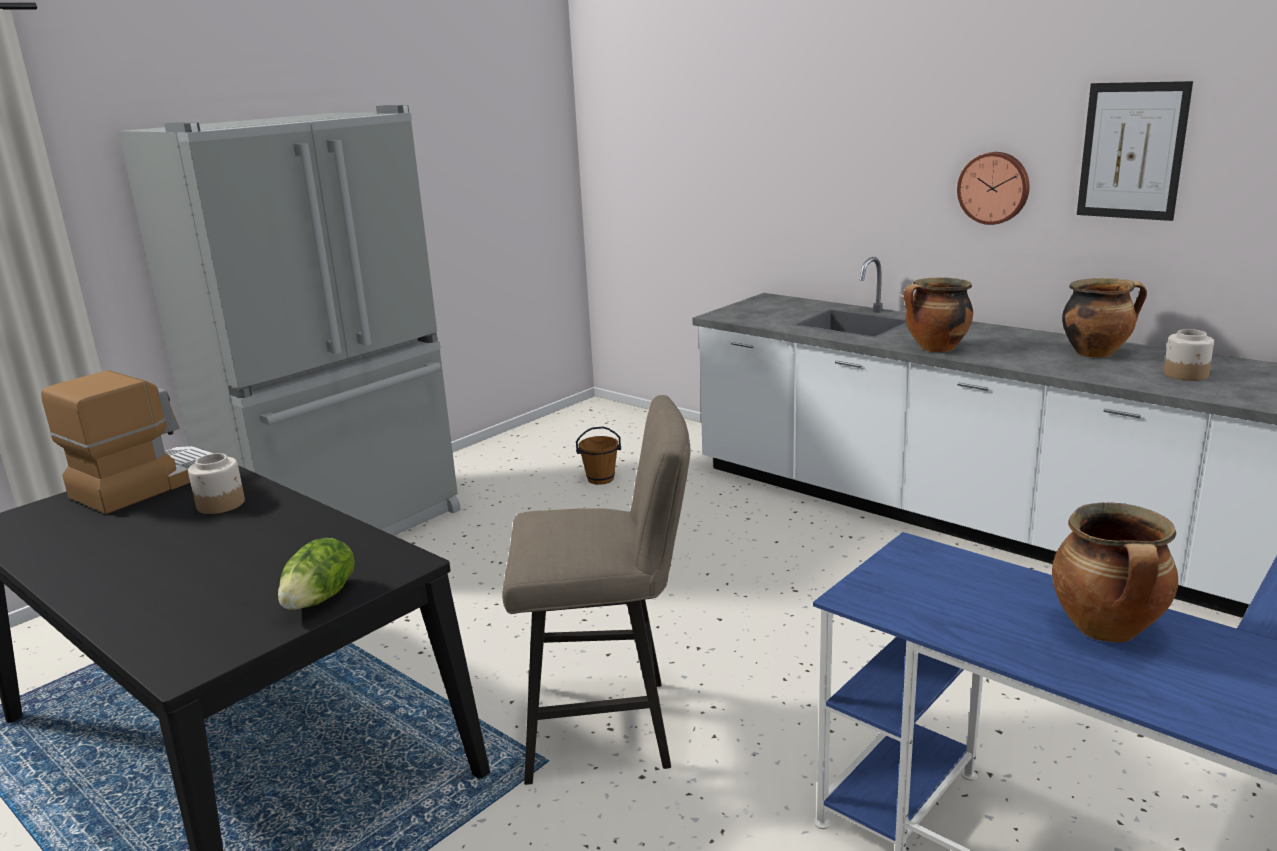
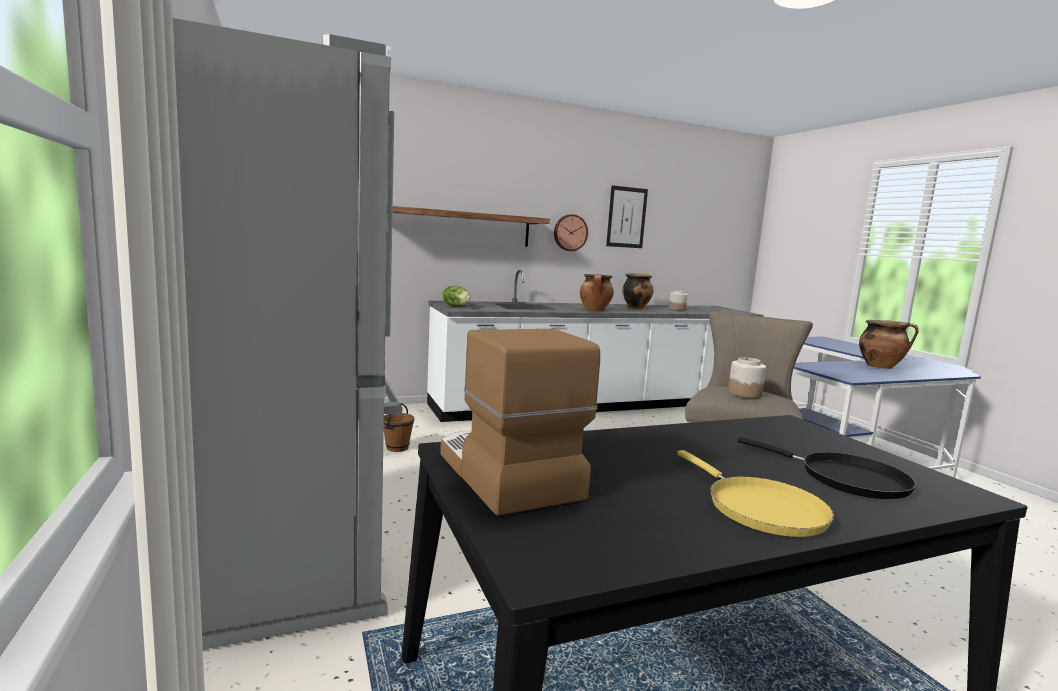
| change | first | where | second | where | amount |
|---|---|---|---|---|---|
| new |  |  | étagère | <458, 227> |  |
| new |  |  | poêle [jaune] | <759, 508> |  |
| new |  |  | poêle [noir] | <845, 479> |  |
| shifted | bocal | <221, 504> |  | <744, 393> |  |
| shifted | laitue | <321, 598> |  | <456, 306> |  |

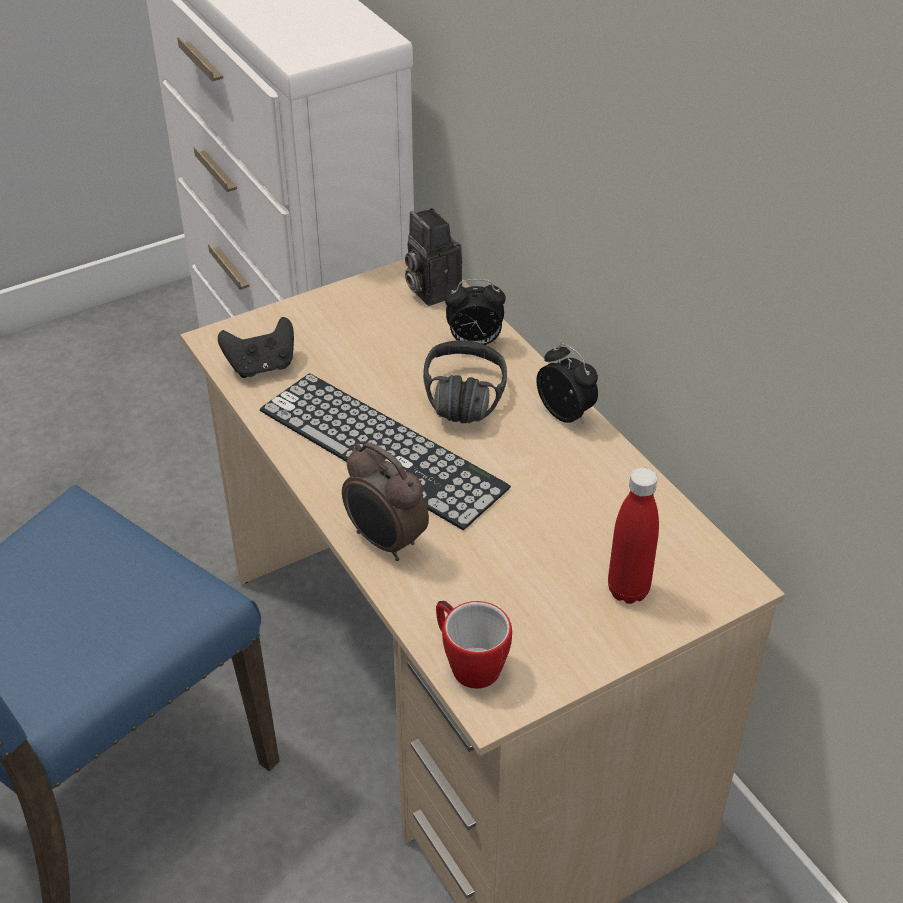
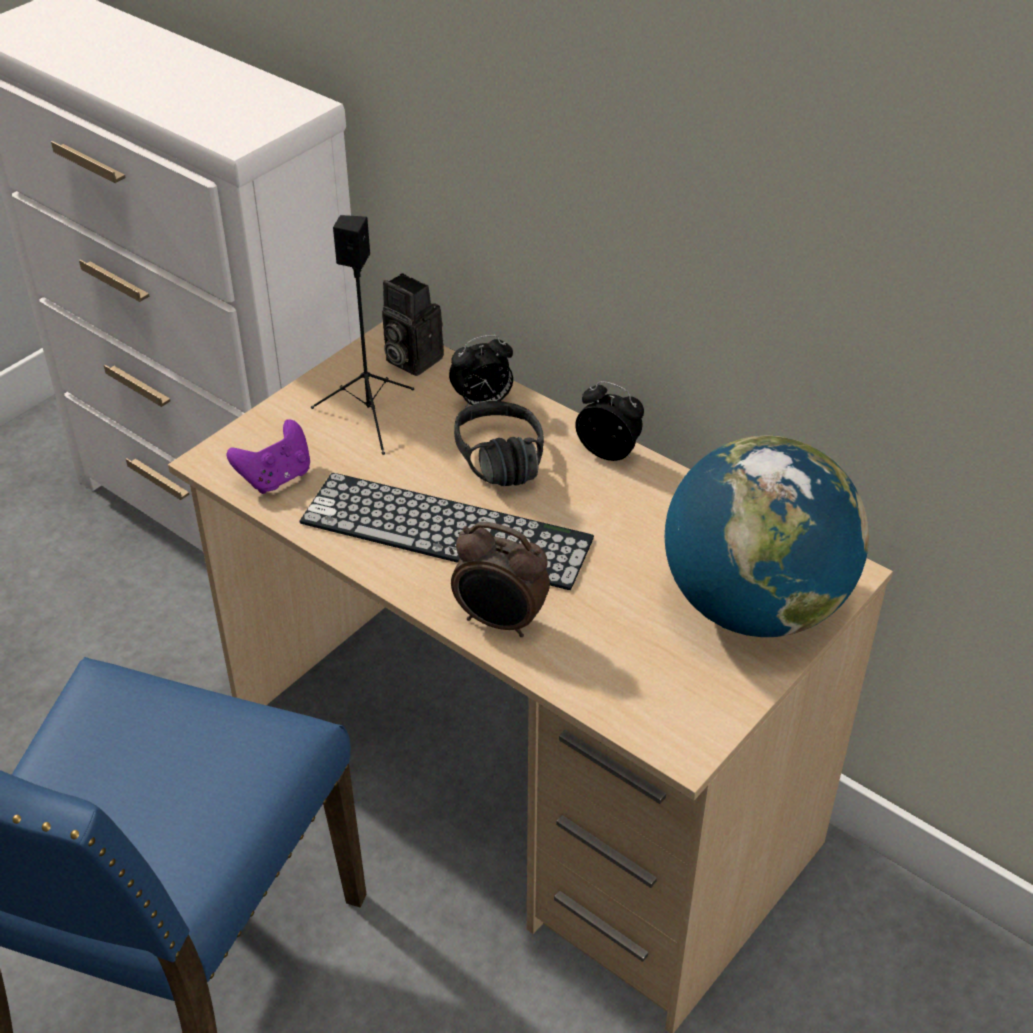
| change | first | where | second | where | amount |
|---|---|---|---|---|---|
| gone | mug | <468, 663> |  |  |  |
| new |  |  | enceinte [noir] | <370, 415> |  |
| swapped | bouteille [rouge] | <628, 590> | globe | <754, 606> |  |
| repainted | manette [noir] | <261, 366> | manette [violet] | <276, 477> |  |

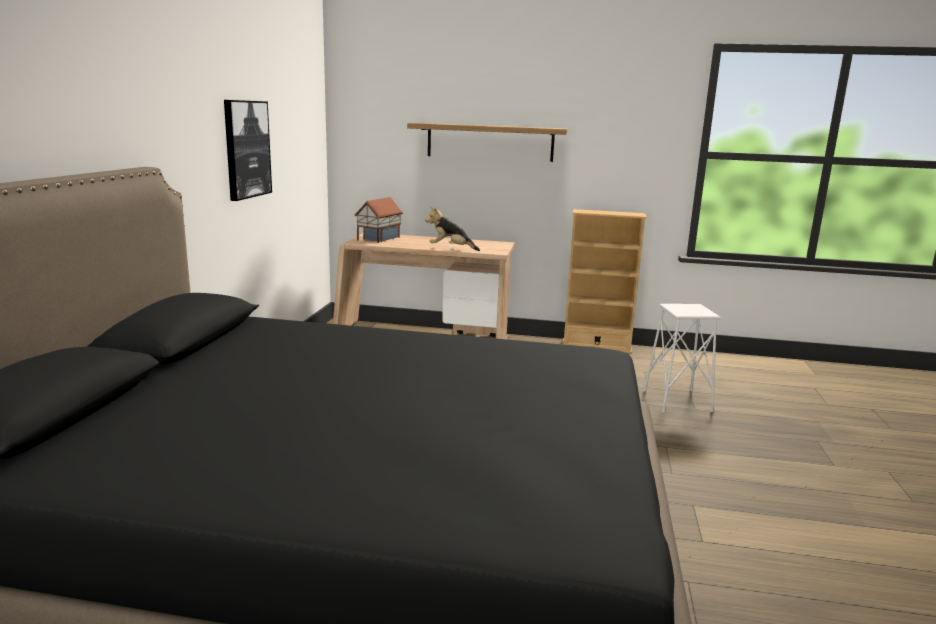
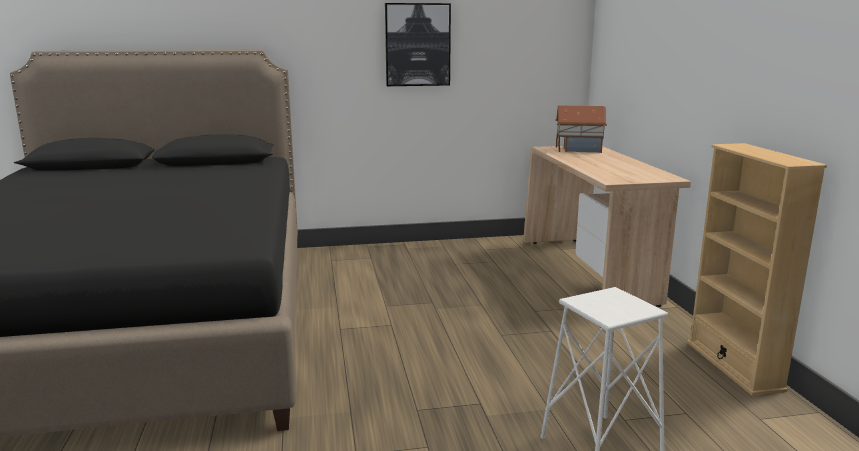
| change | first | where | second | where | amount |
|---|---|---|---|---|---|
| gone | étagère | <490, 142> |  |  |  |
| gone | peluche | <450, 249> |  |  |  |

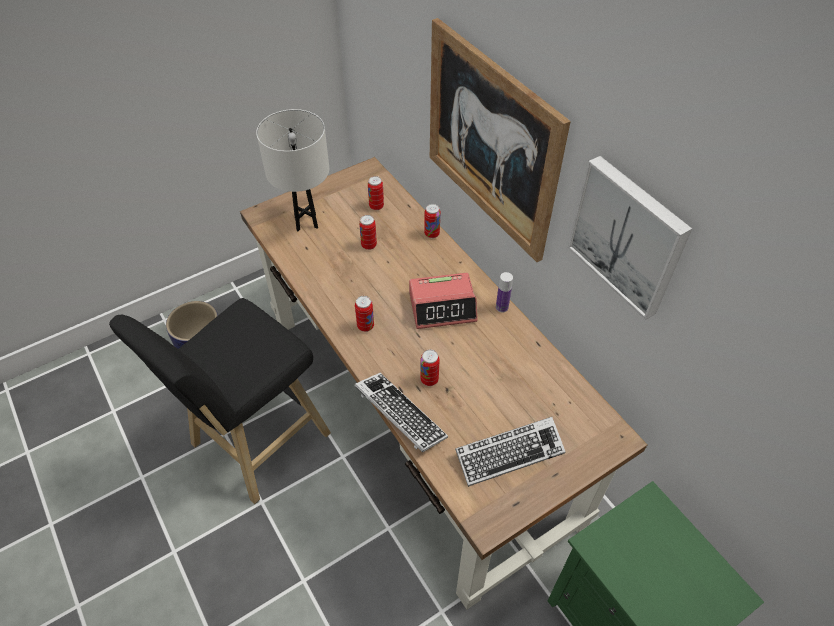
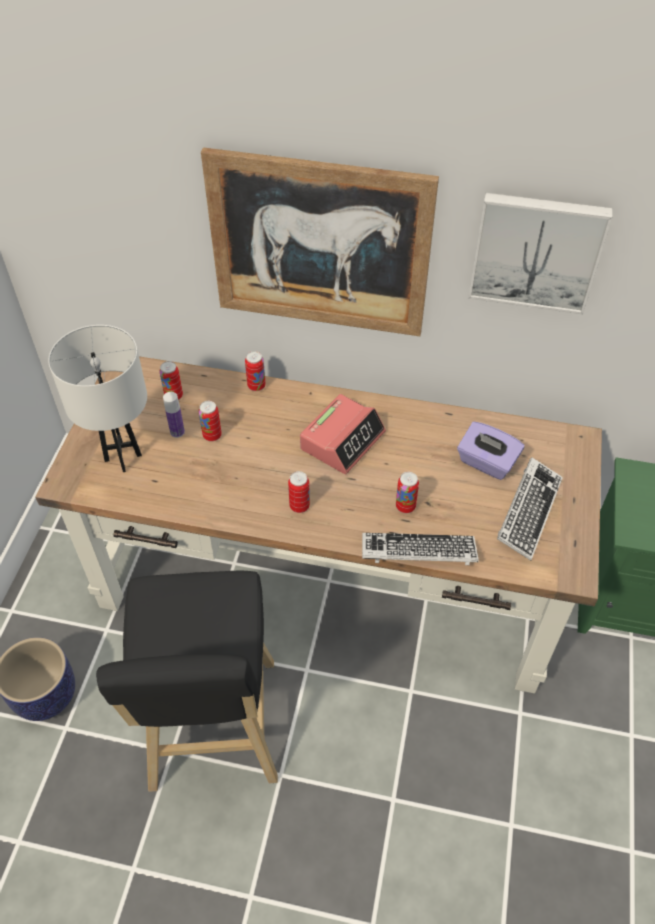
| change | first | where | second | where | amount |
|---|---|---|---|---|---|
| new |  |  | boîte à mouchoirs [violet] | <486, 463> |  |
| shifted | bouteille | <502, 307> |  | <177, 432> |  |

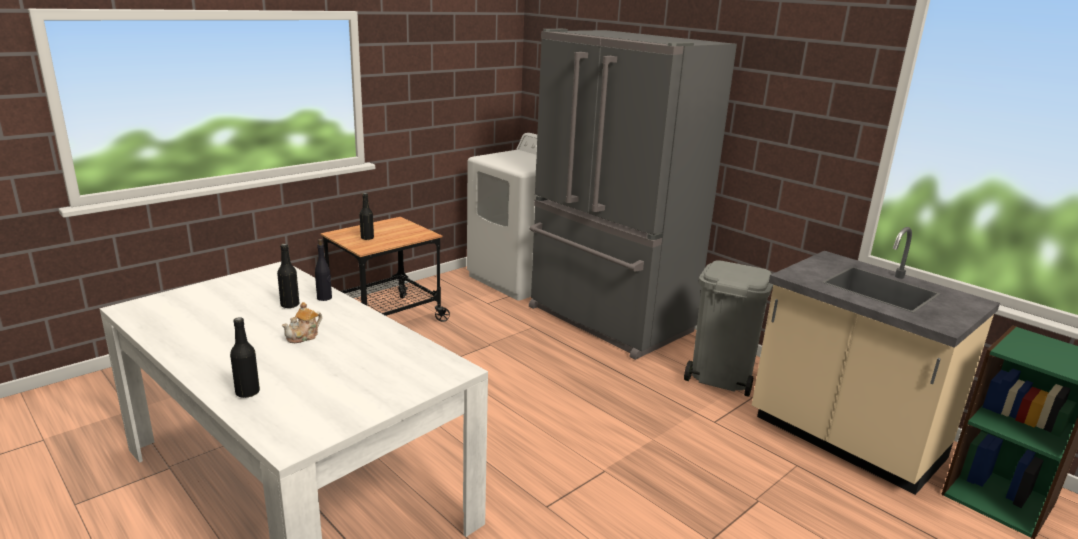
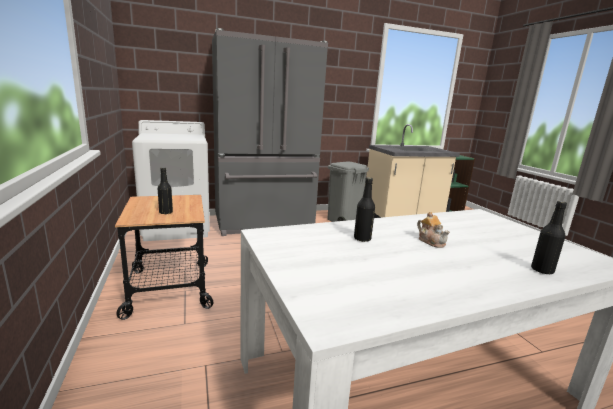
| change | first | where | second | where | amount |
|---|---|---|---|---|---|
| gone | bouteille [noir] | <324, 298> |  |  |  |

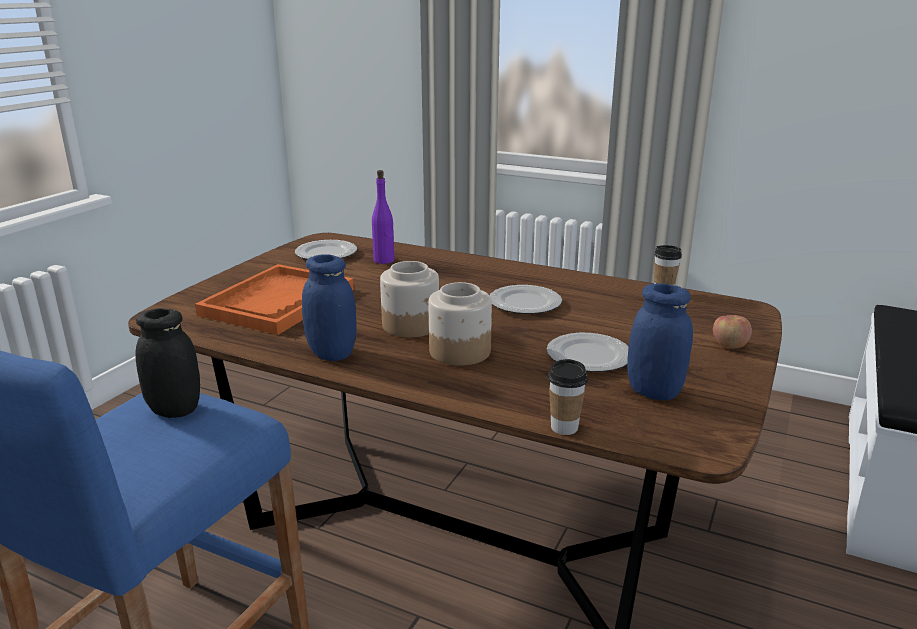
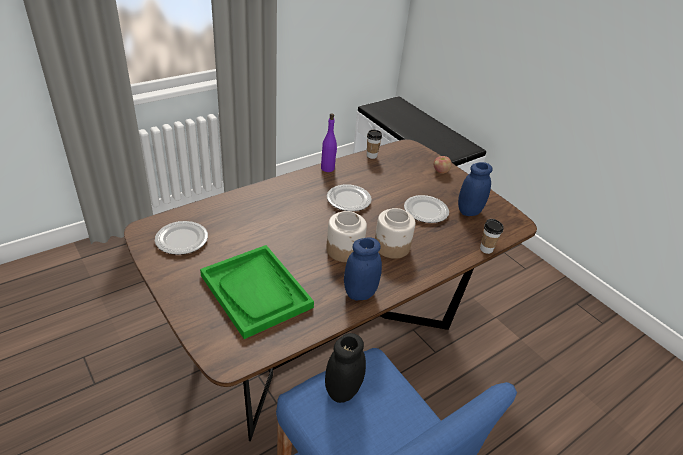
| change | first | where | second | where | amount |
|---|---|---|---|---|---|
| shifted | bouteille [violet] | <384, 260> |  | <328, 168> |  |
| repainted | plateau [orange] | <278, 302> | plateau [vert] | <256, 291> |  |

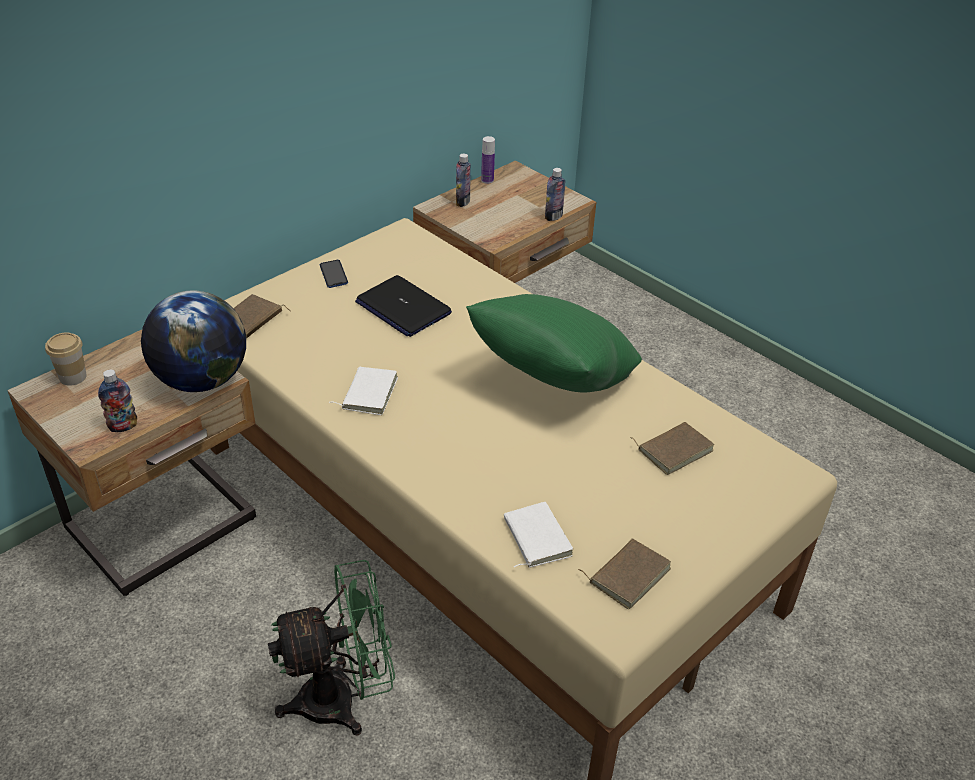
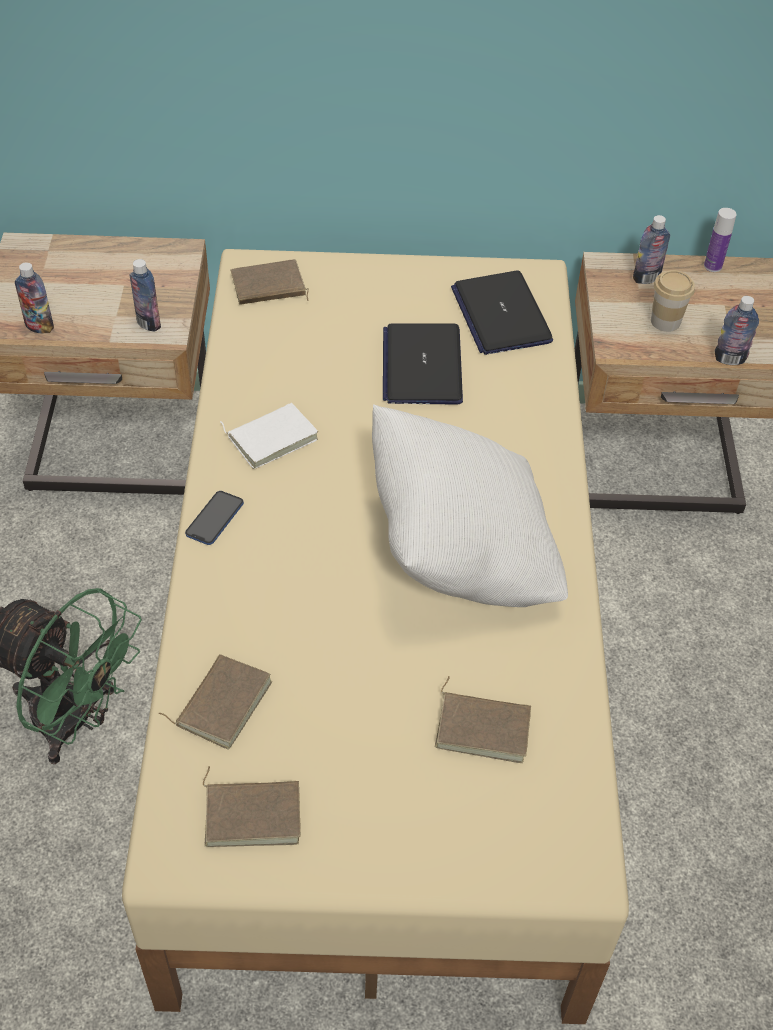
| change | first | where | second | where | amount |
|---|---|---|---|---|---|
| new |  |  | ordinateur portable | <500, 314> |  |
| shifted | tasse | <73, 377> |  | <665, 321> |  |
| shifted | téléphone | <333, 275> |  | <214, 519> |  |
| swapped | globe | <201, 380> | bouteille | <148, 323> |  |
| repainted | coussin [vert] | <552, 382> | coussin [blanc] | <461, 555> |  |
| repainted | livre [blanc] | <535, 538> | livre [marron] | <221, 702> |  |

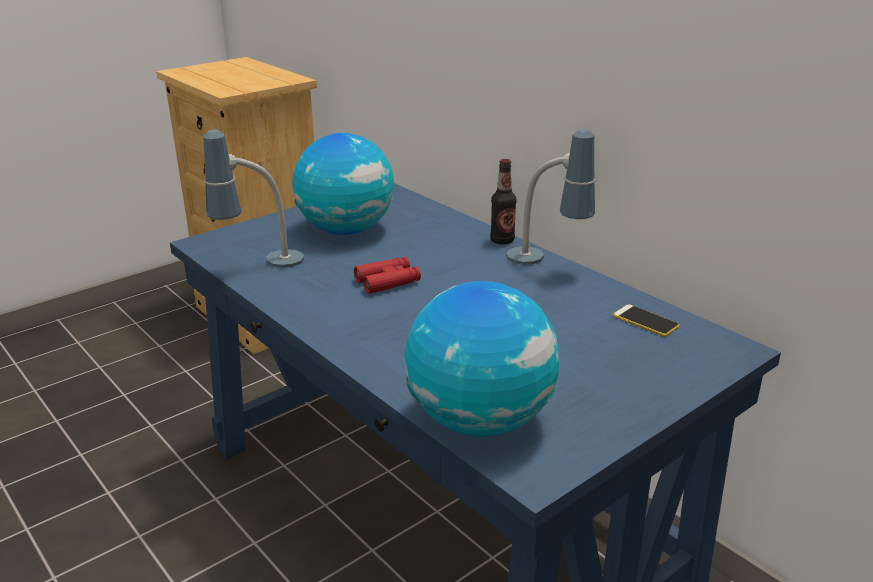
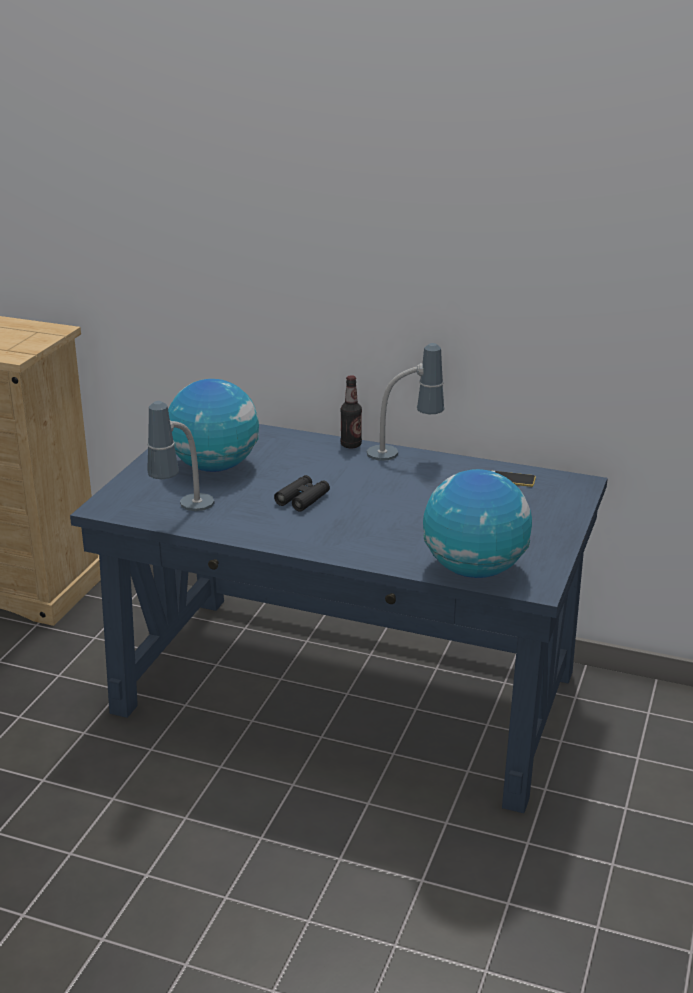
| change | first | where | second | where | amount |
|---|---|---|---|---|---|
| repainted | jumelles [rouge] | <387, 281> | jumelles [noir] | <302, 499> |  |

